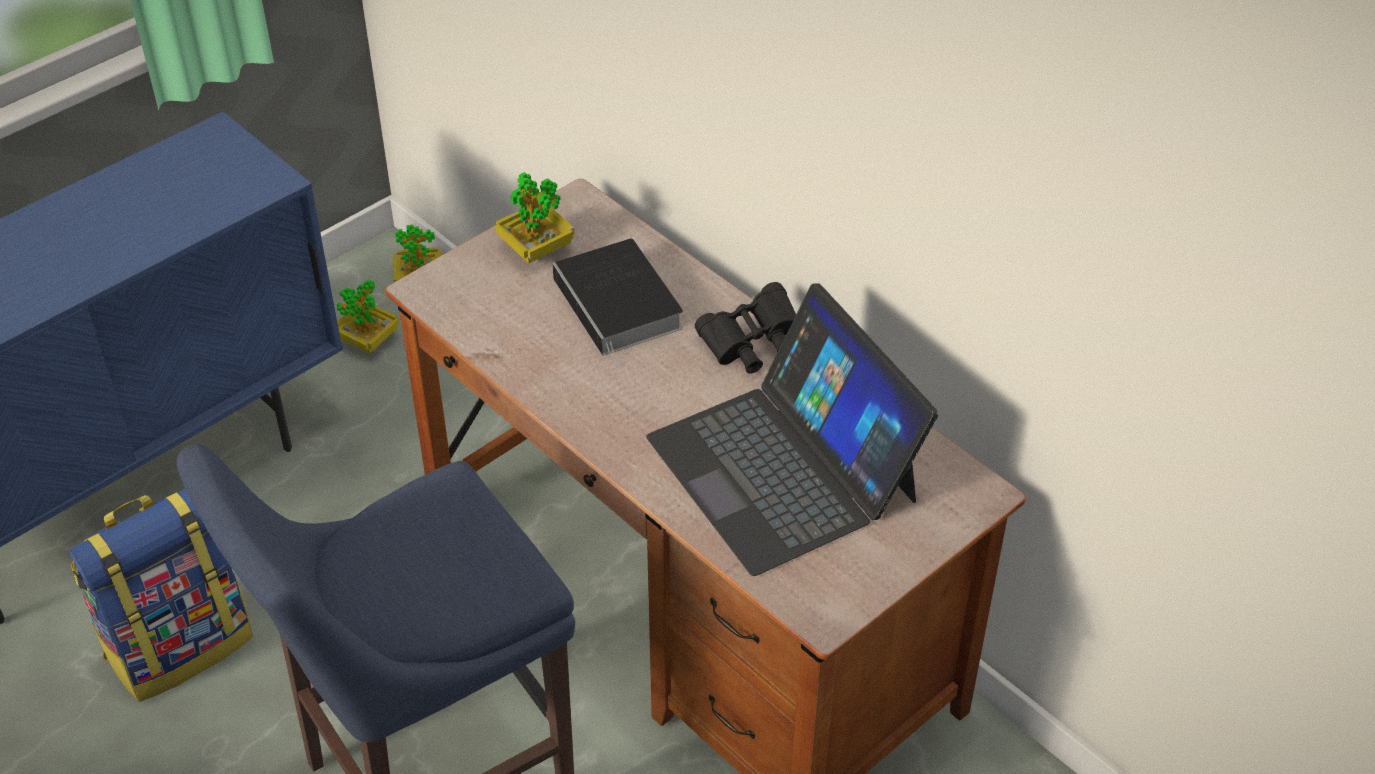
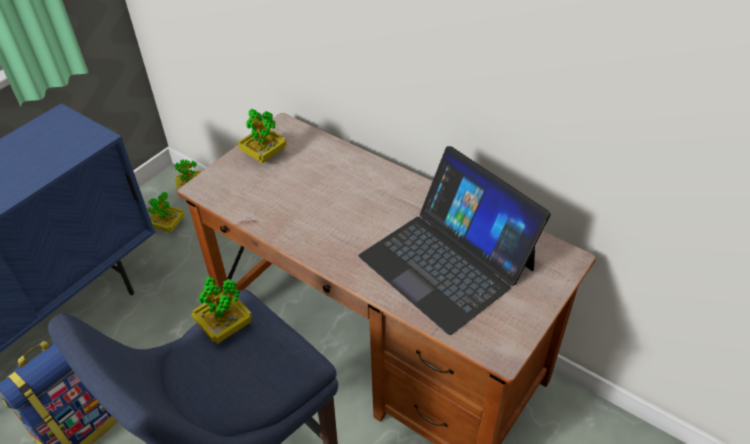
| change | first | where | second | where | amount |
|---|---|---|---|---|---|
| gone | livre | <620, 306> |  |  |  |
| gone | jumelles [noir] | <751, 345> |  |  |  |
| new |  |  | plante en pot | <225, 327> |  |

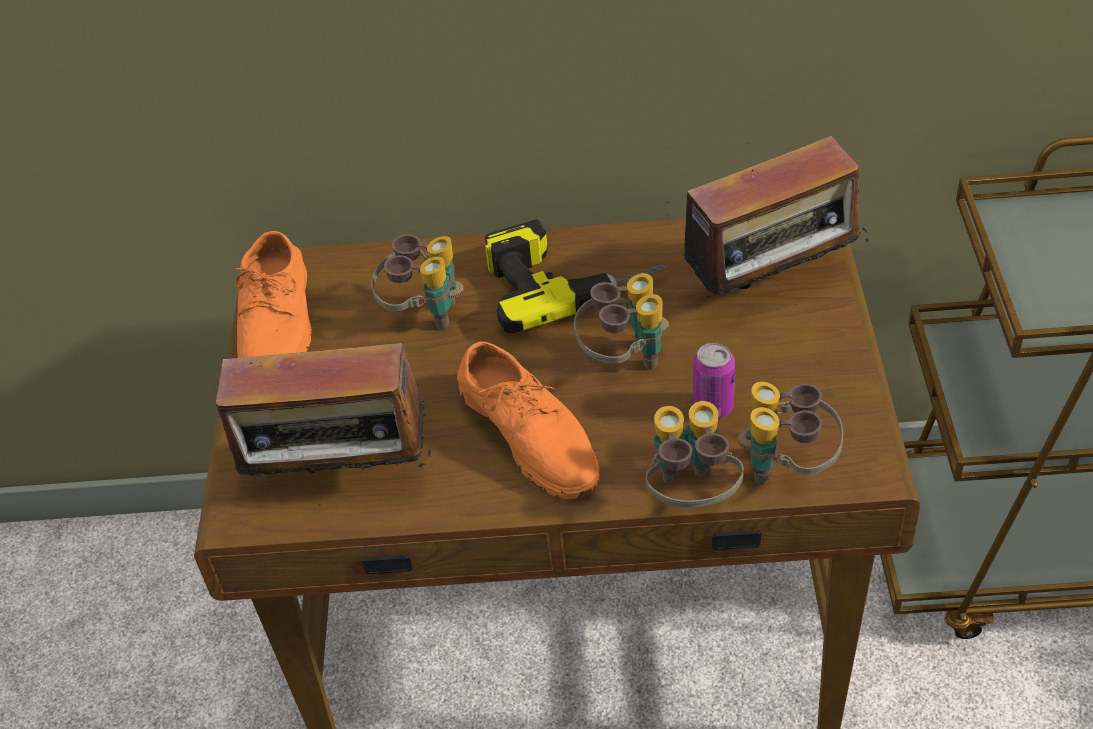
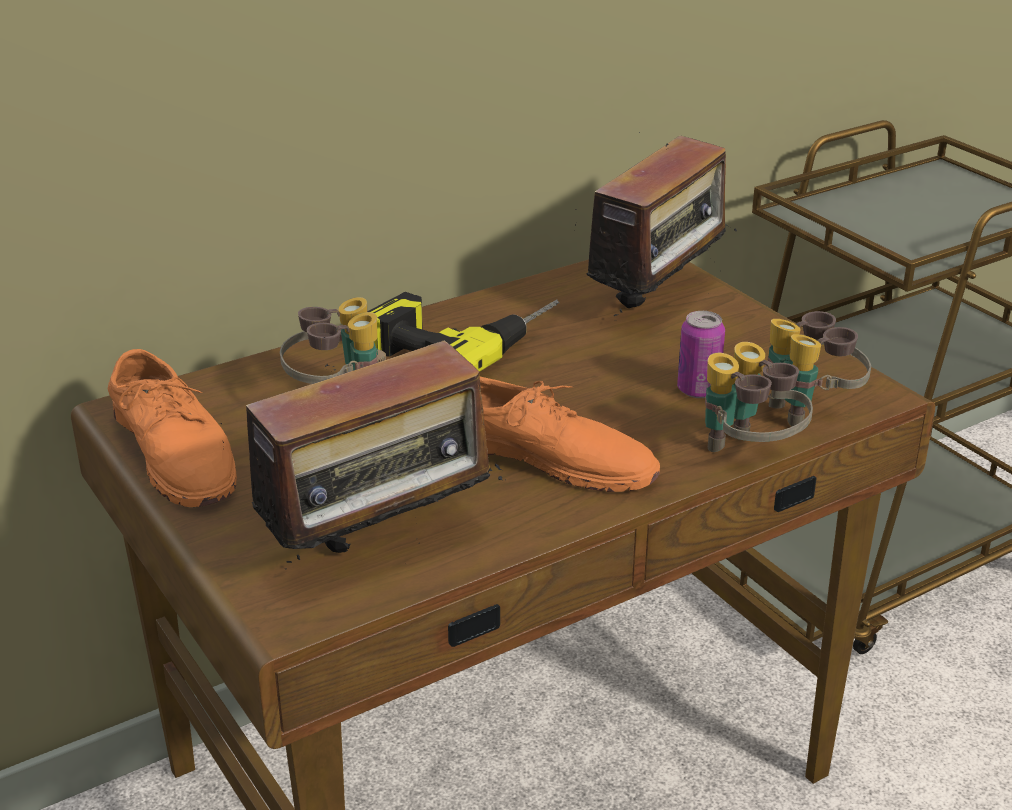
| change | first | where | second | where | amount |
|---|---|---|---|---|---|
| gone | jumelles | <624, 359> |  |  |  |

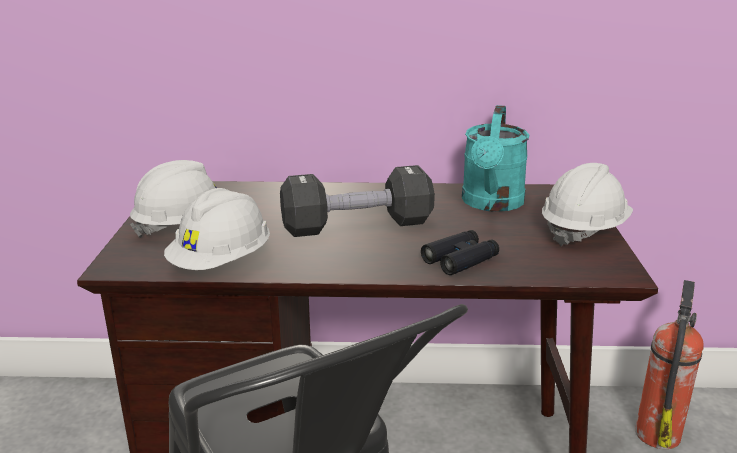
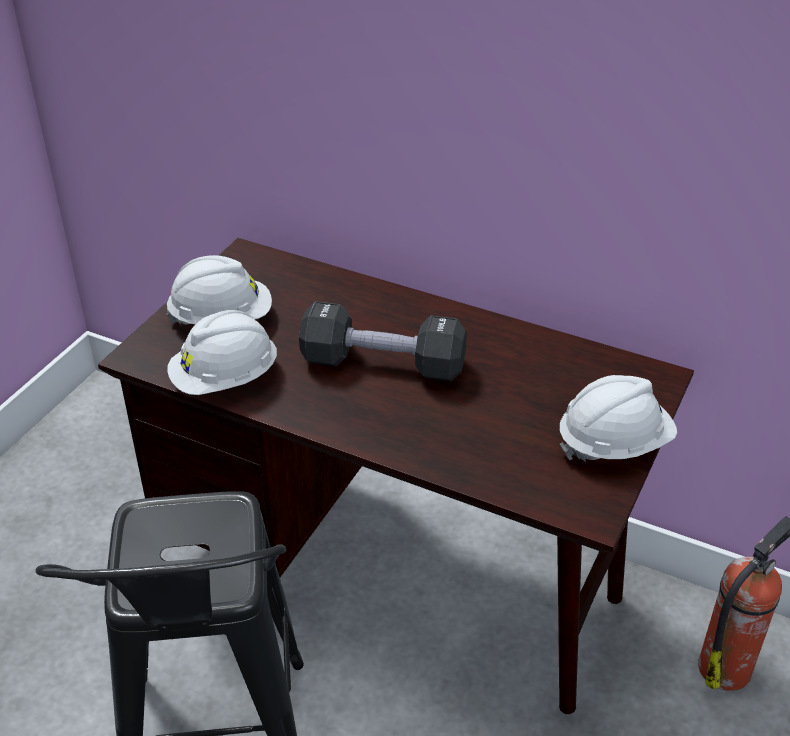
| change | first | where | second | where | amount |
|---|---|---|---|---|---|
| gone | jumelles [noir] | <460, 259> |  |  |  |
| gone | arrosoir [turquoise] | <491, 204> |  |  |  |

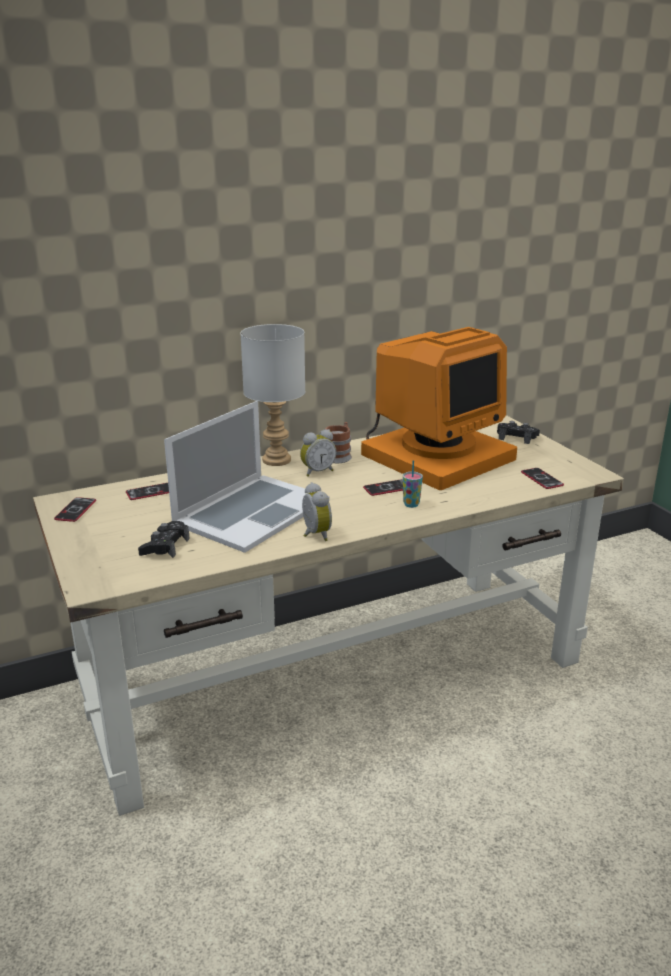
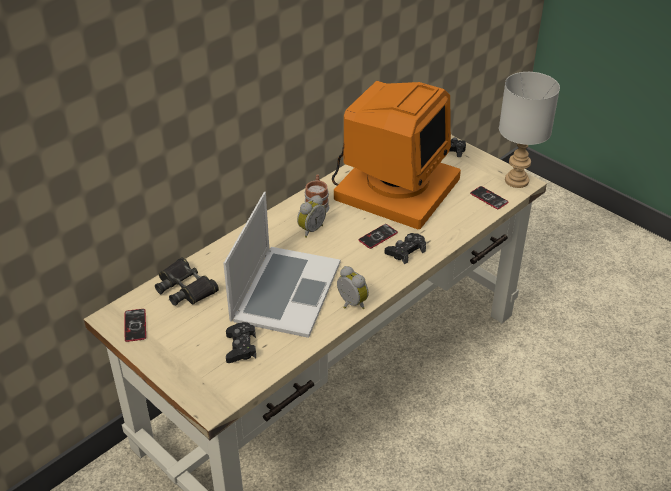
| change | first | where | second | where | amount |
|---|---|---|---|---|---|
| shifted | lampe de table [gris] | <277, 460> |  | <517, 180> |  |
| swapped | téléphone | <151, 492> | jumelles [noir] | <185, 288> |  |
| swapped | tasse | <411, 504> | manette [noir] | <405, 251> |  |

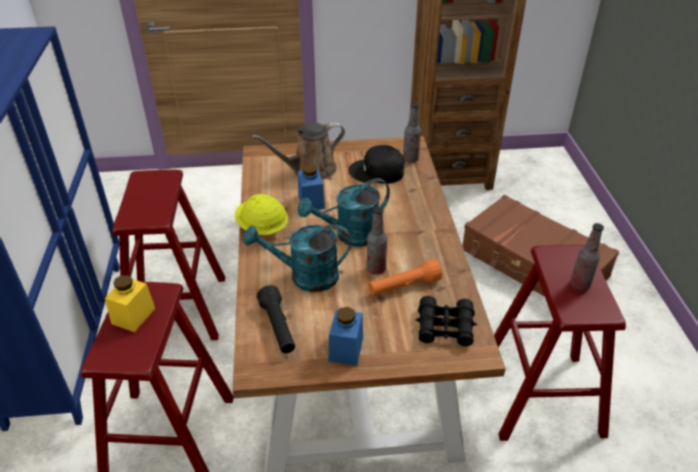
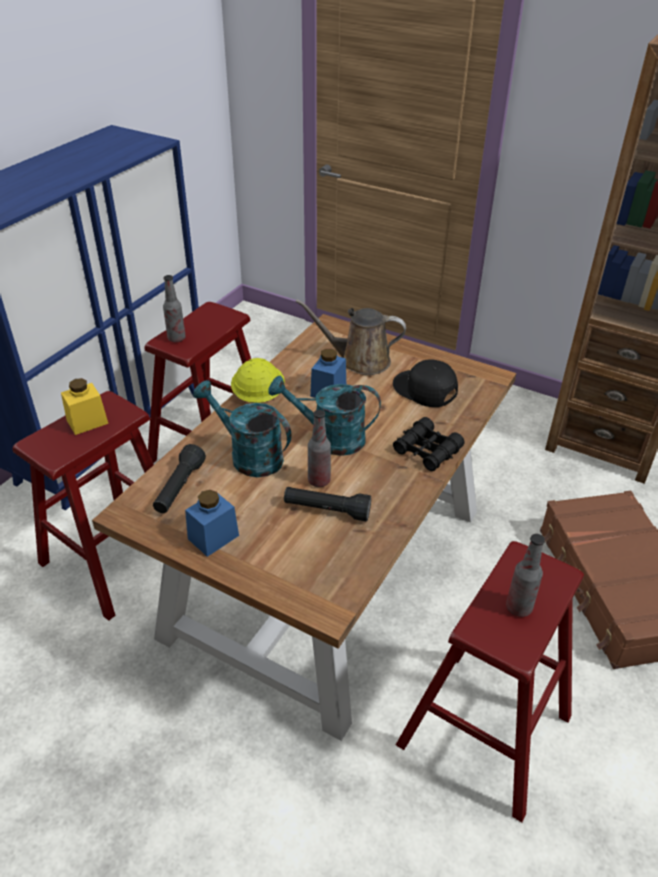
| change | first | where | second | where | amount |
|---|---|---|---|---|---|
| shifted | bouteille | <410, 159> |  | <176, 338> |  |
| shifted | jumelles [noir] | <445, 327> |  | <427, 451> |  |
| repainted | lampe de poche [orange] | <404, 287> | lampe de poche [noir] | <326, 510> |  |

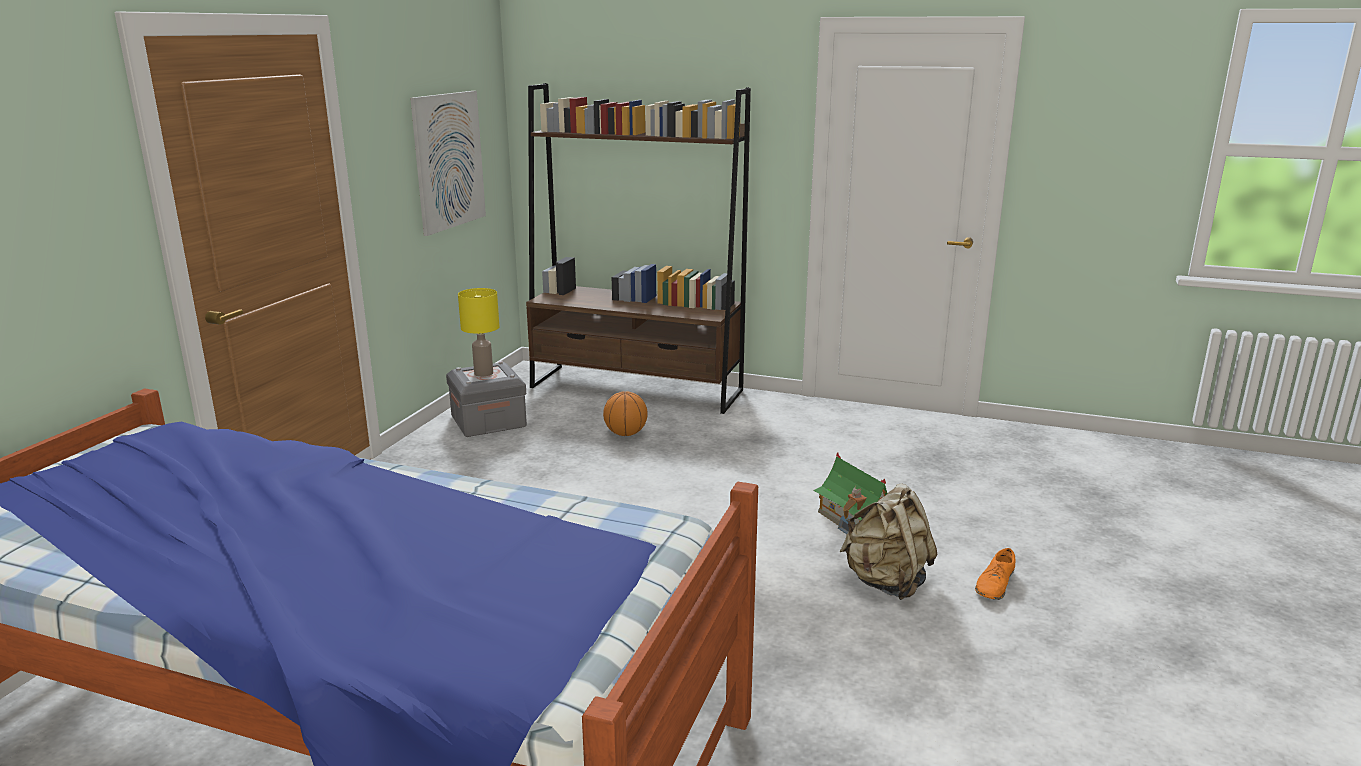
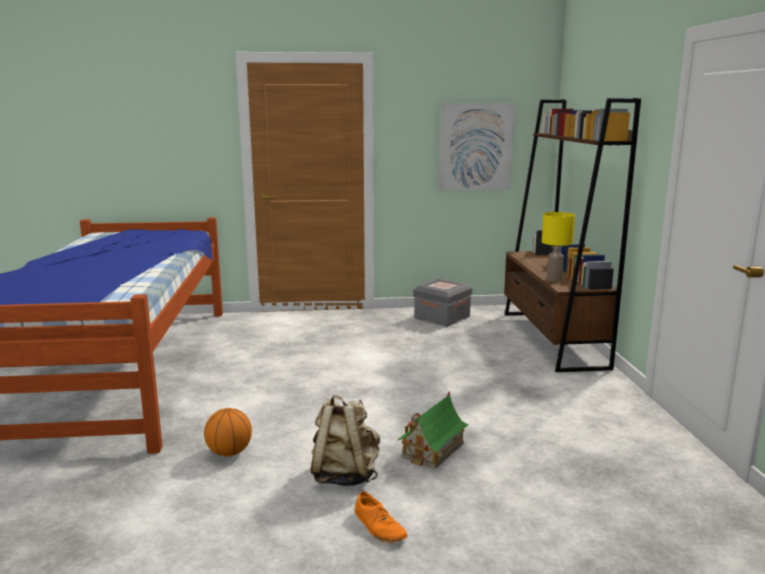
| change | first | where | second | where | amount |
|---|---|---|---|---|---|
| shifted | lampe de table [jaune] | <484, 373> |  | <554, 280> |  |
| shifted | ballon de basket | <625, 434> |  | <229, 452> |  |
| rotated | chaussure [orange] | <995, 584> |  | <379, 527> | 135 degrees counterclockwise |

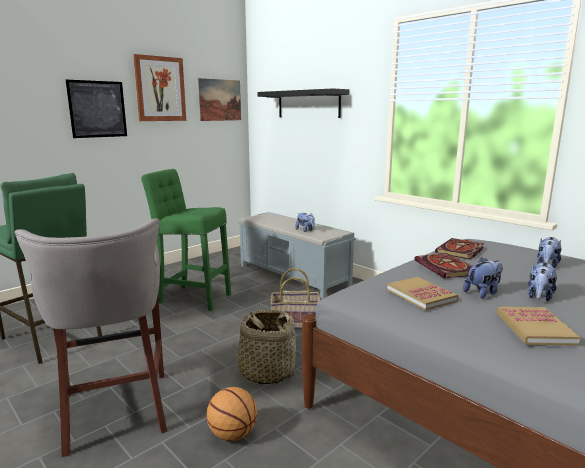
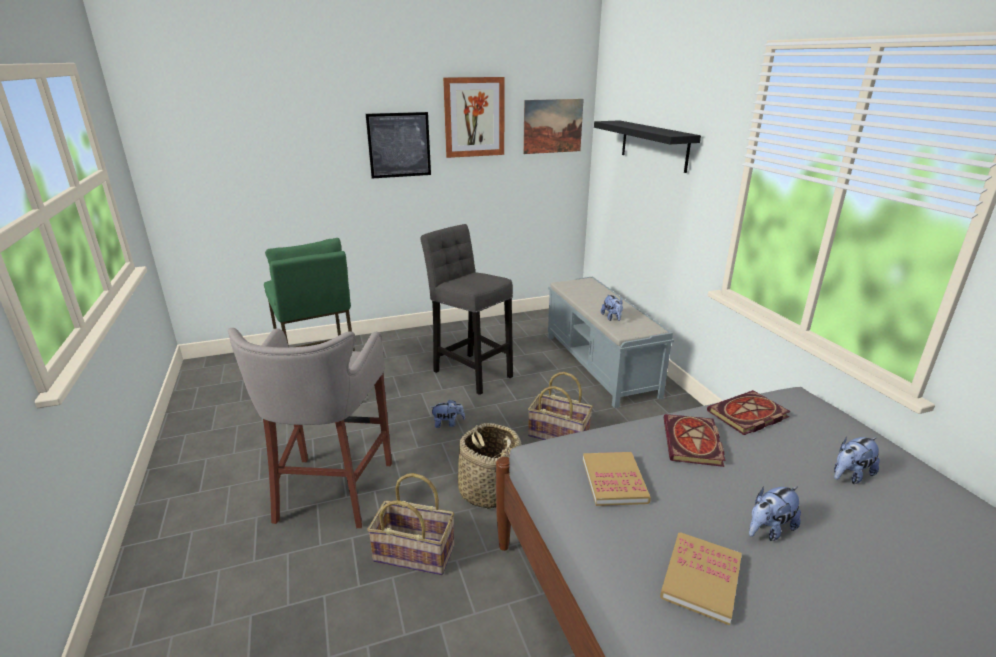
| change | first | where | second | where | amount |
|---|---|---|---|---|---|
| shifted | peluche | <483, 293> |  | <448, 423> |  |
| swapped | ballon de basket | <233, 434> | panier | <415, 552> |  |
| repainted | tabouret [vert] | <192, 297> | tabouret [gris] | <470, 372> |  |

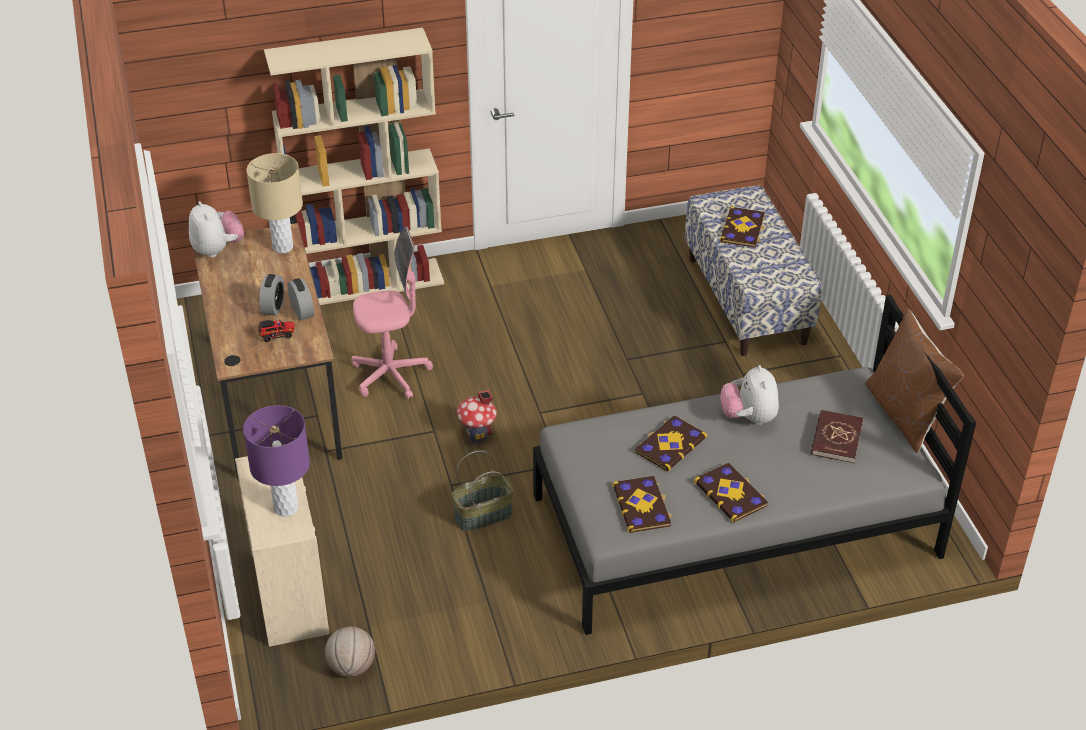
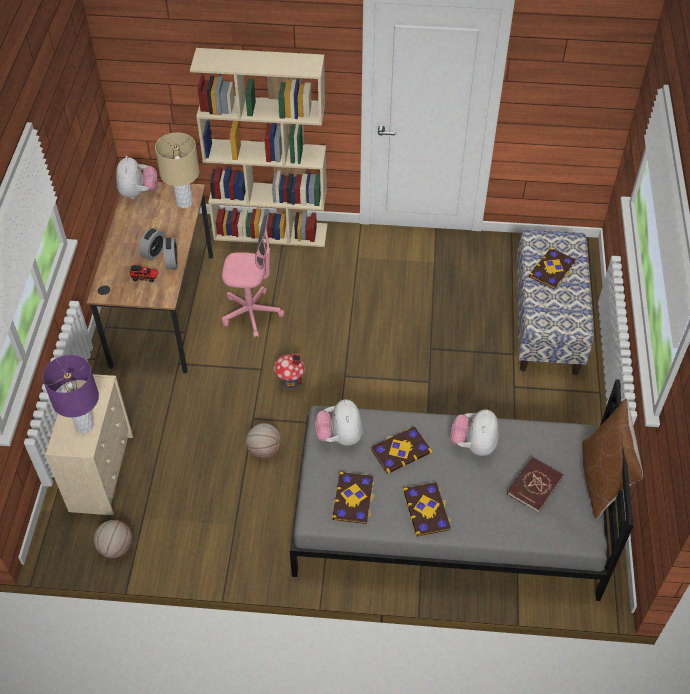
| change | first | where | second | where | amount |
|---|---|---|---|---|---|
| new |  |  | peluche | <340, 436> |  |
| swapped | panier | <483, 514> | ballon de basket | <264, 450> |  |

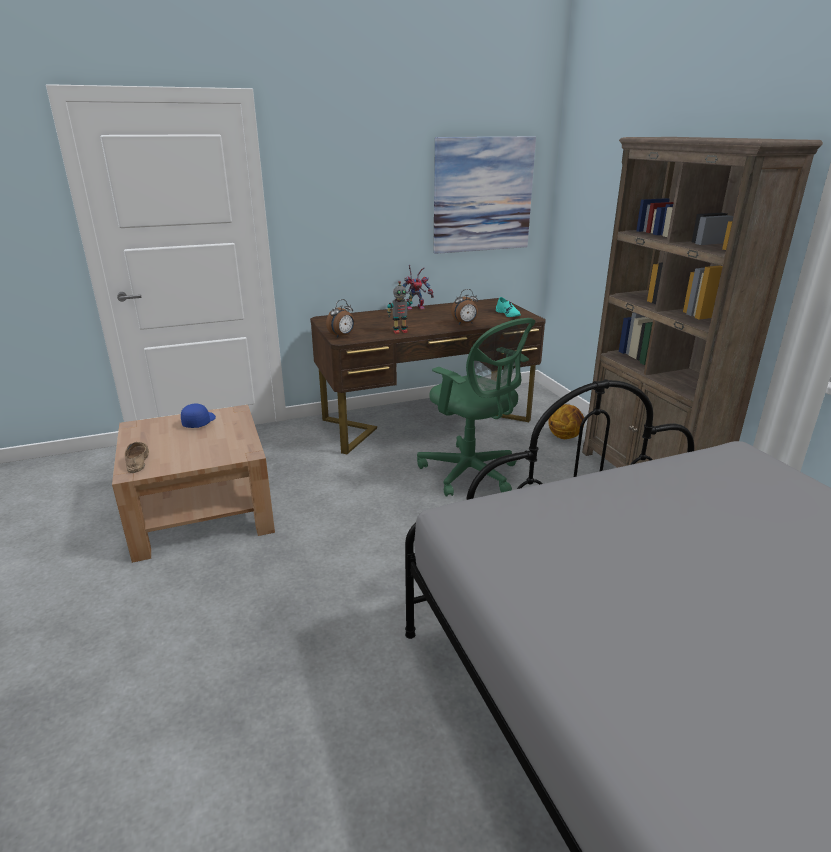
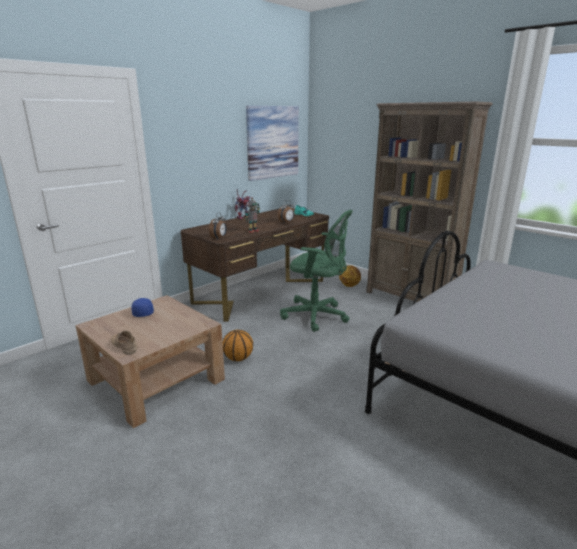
| change | first | where | second | where | amount |
|---|---|---|---|---|---|
| new |  |  | ballon de basket | <238, 358> |  |

